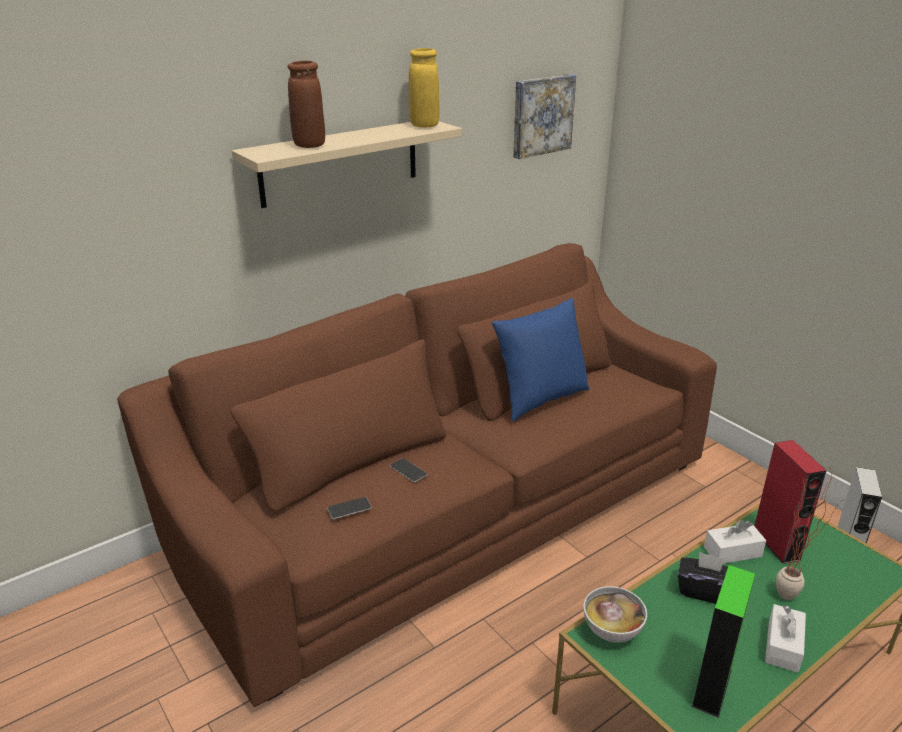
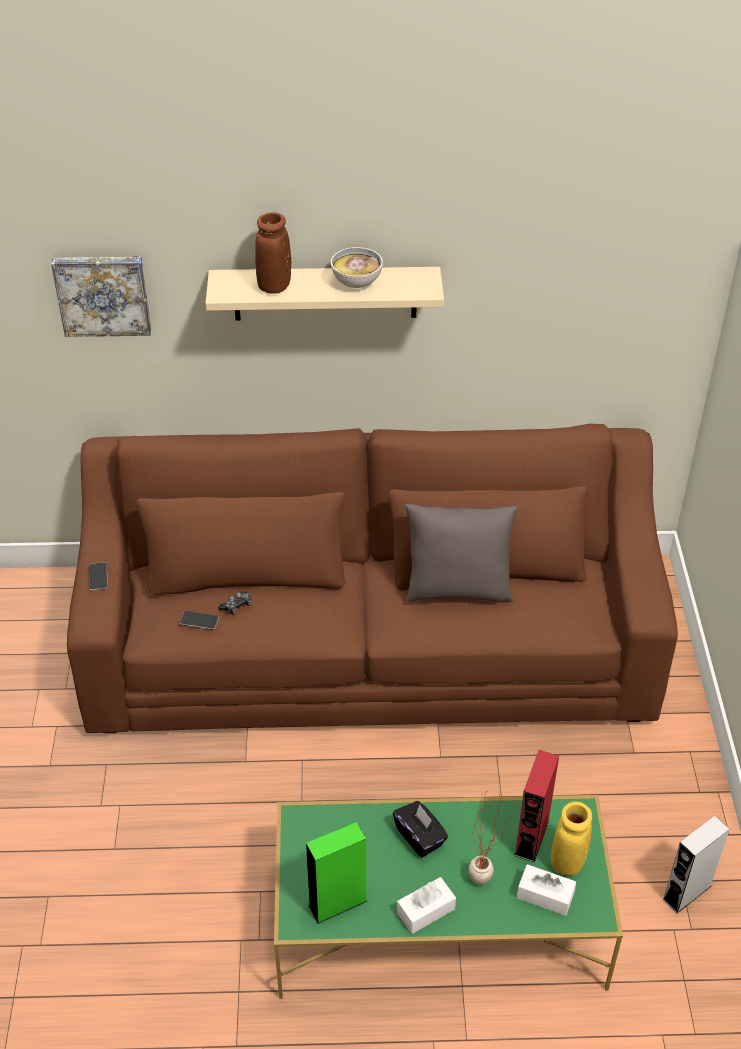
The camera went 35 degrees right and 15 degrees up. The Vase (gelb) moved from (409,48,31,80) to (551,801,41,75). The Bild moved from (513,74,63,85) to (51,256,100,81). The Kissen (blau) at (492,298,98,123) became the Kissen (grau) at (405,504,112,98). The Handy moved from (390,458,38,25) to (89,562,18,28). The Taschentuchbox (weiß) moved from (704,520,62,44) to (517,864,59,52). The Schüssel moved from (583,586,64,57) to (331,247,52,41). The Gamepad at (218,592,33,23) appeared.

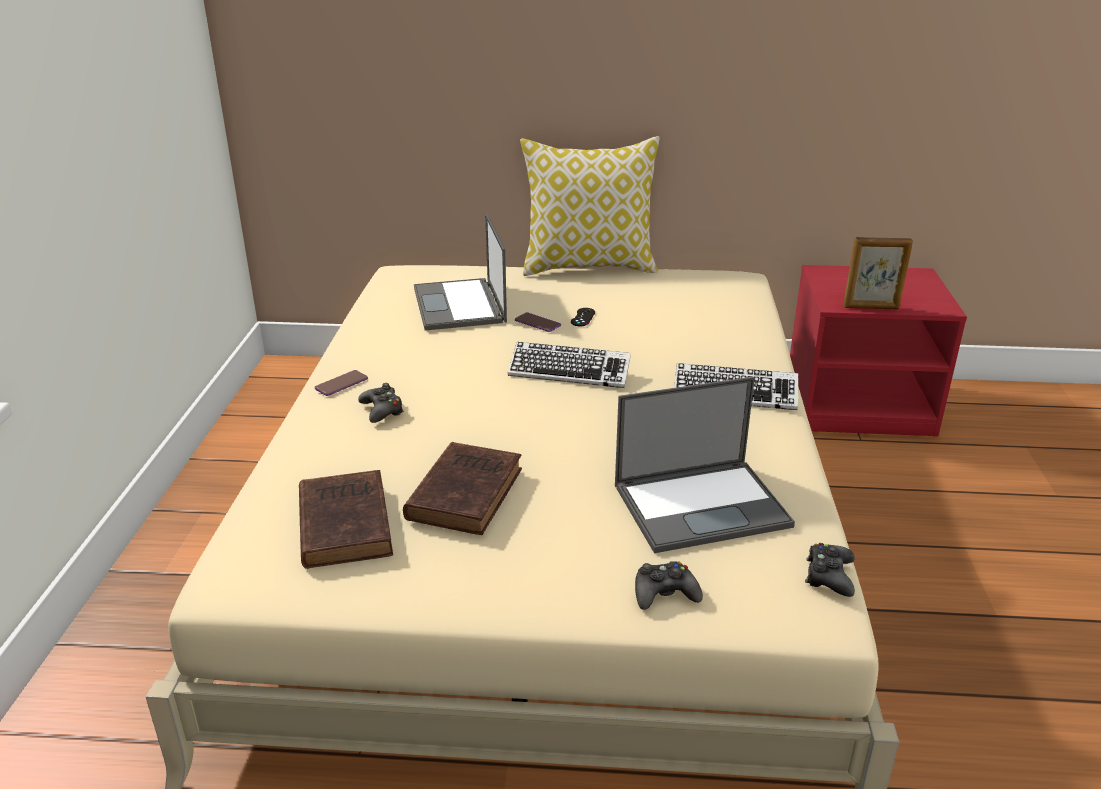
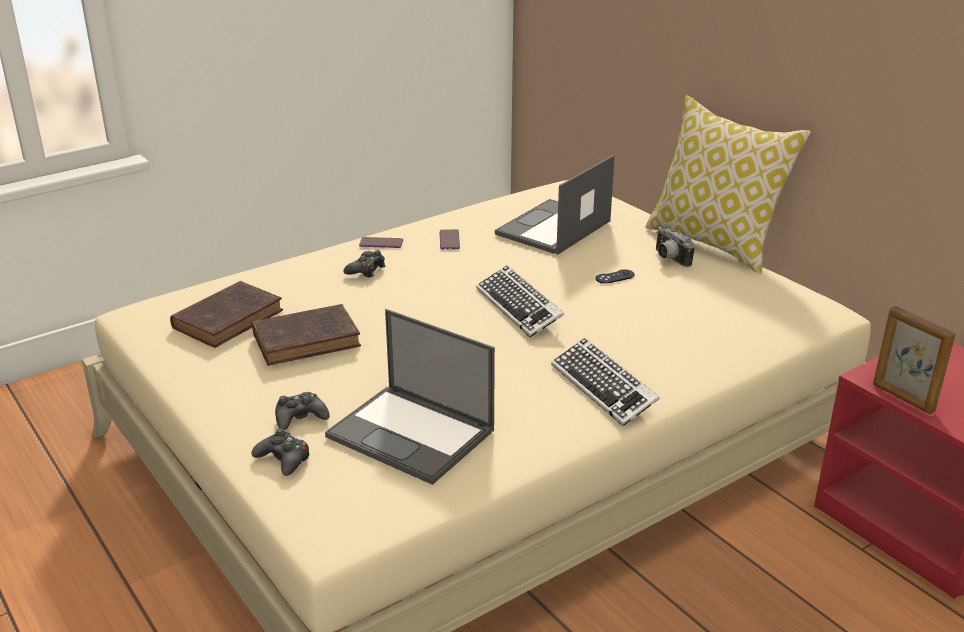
The camera went 50 degrees right and 0 degrees up. The Handy moved from (515,312,46,20) to (440,229,20,20). The Gamepad (schwarz) moved from (805,543,50,54) to (275,392,55,38). The Kamera at (656,223,39,44) appeared.

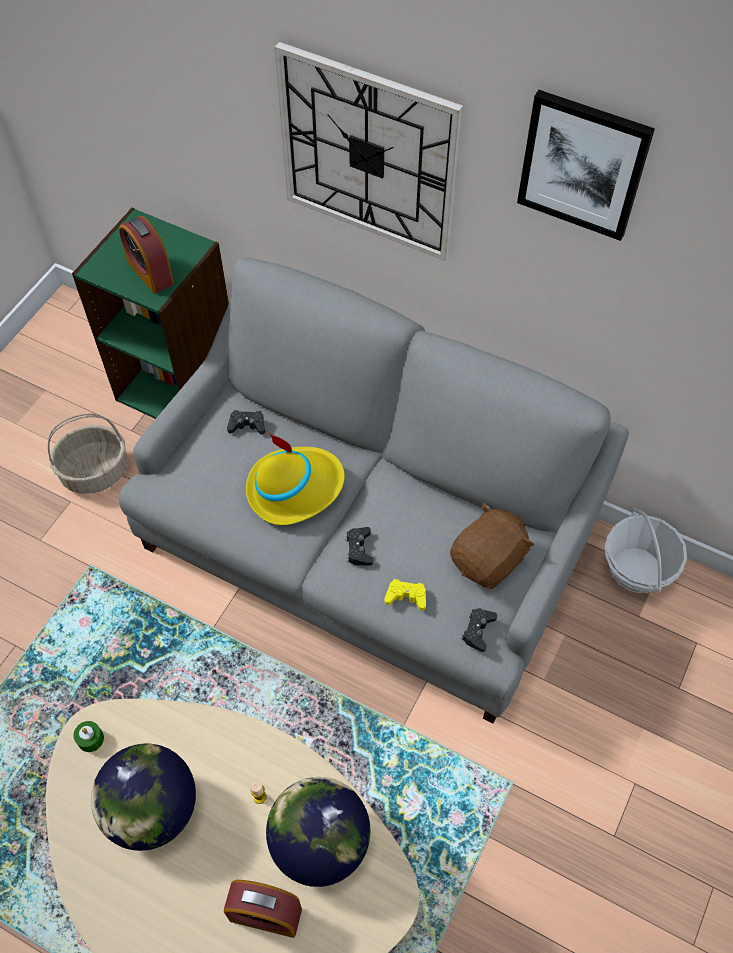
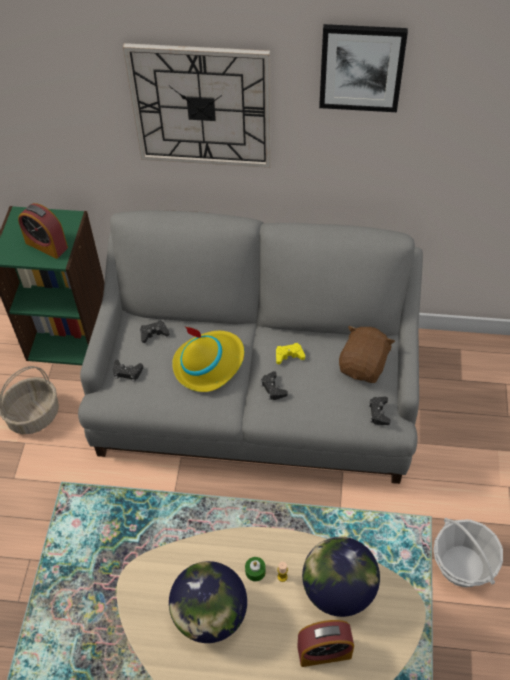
The camera went 20 degrees left and 5 degrees down. The Korb moved from (605,508,82,85) to (433,518,70,69). The Gamepad (gelb) moved from (384,579,42,32) to (276,343,29,21). The Kerze (grün) moved from (73,721,31,31) to (245,557,21,25). The Gamepad (schwarz) at (113,360,30,22) appeared.

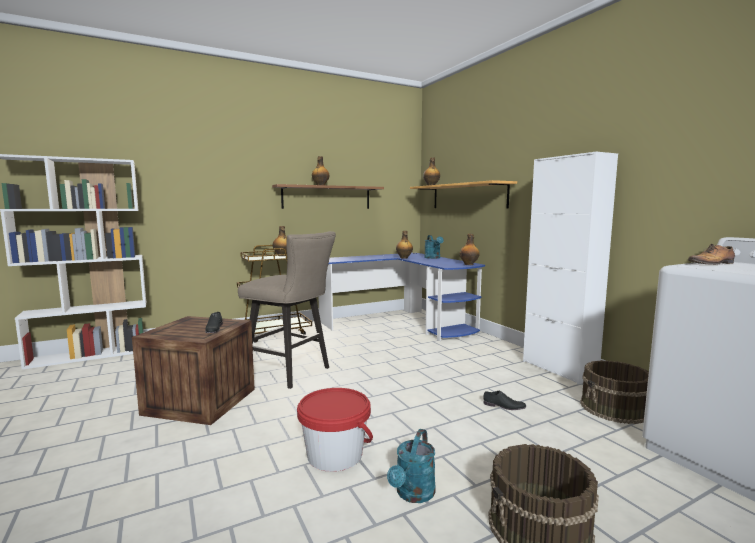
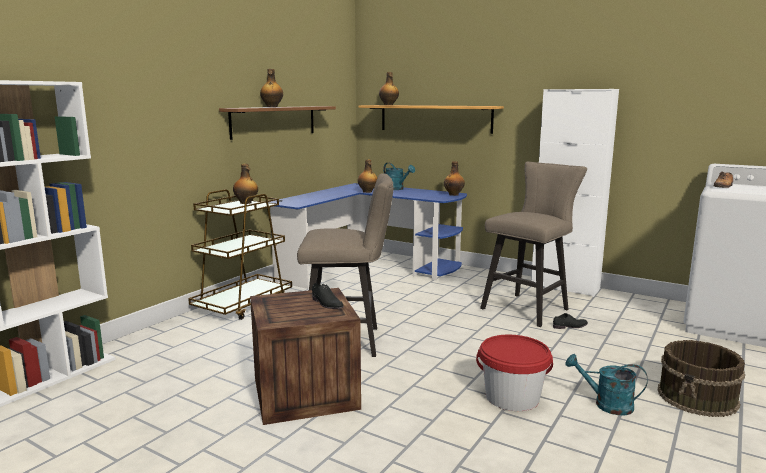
The camera went 30 degrees left and 5 degrees up. The Eimer (braun) at (580,360,69,64) disappeared. The Gießkanne (türkis) at (387,429,49,74) turned 120 degrees clockwise. The Hocker (beige) at (480,162,107,165) appeared.

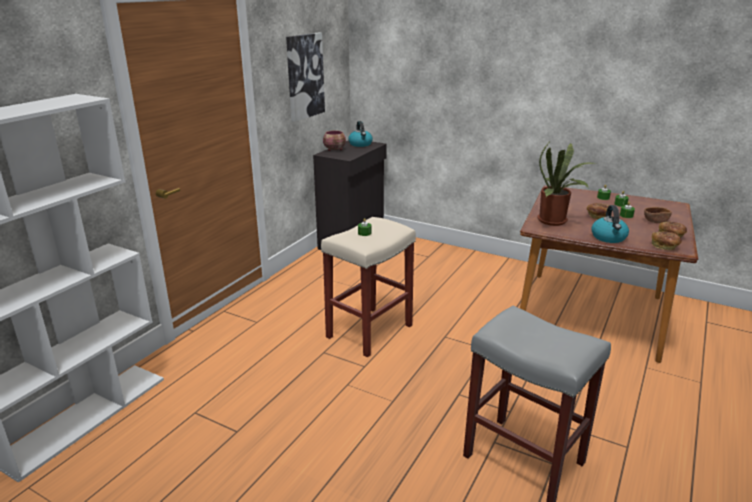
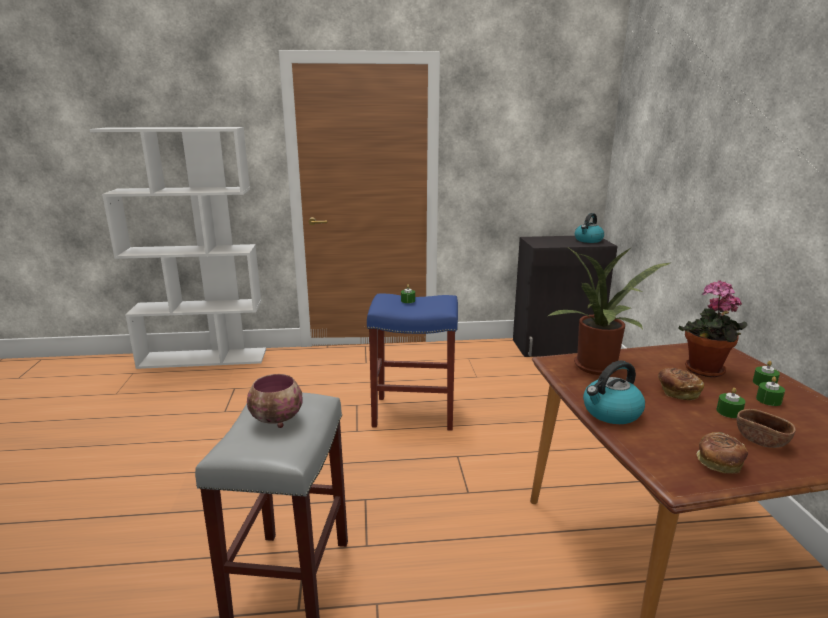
The camera went 55 degrees right and 5 degrees down. The Bild at (286,33,39,89) disappeared. The Schüssel moved from (323,130,23,21) to (247,374,56,54). The Hocker (beige) at (321,217,95,140) became the Hocker (blau) at (367,294,91,137). The Brot at (652,231,30,19) disappeared. The Topfpflanze at (678,280,70,98) appeared.

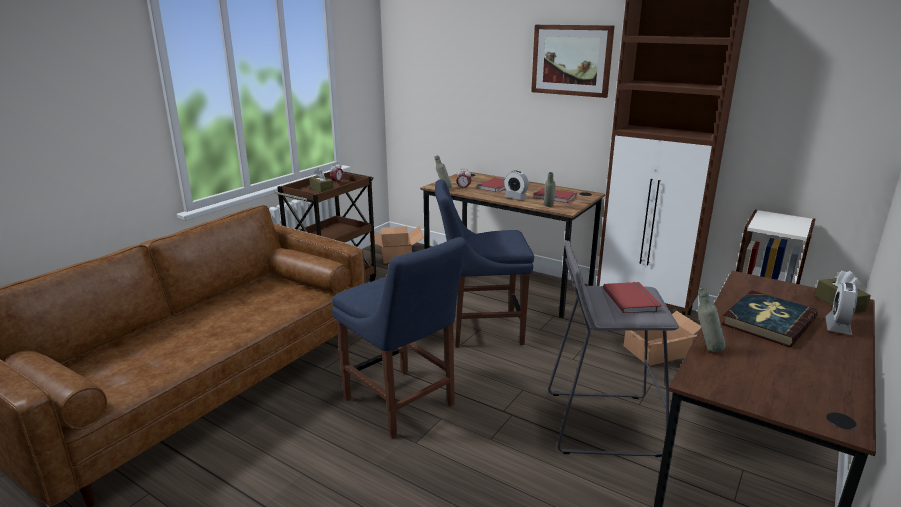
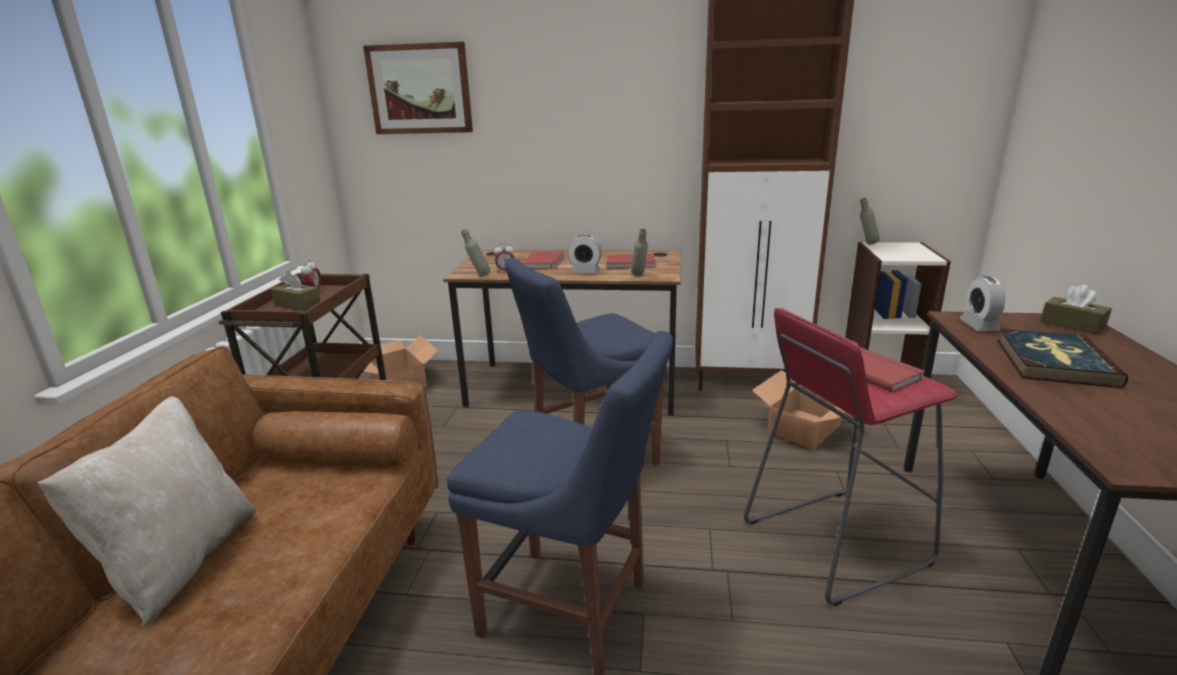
The camera went 25 degrees left and 0 degrees up. The Bild moved from (531,25,83,73) to (363,42,110,92). The Hocker (grau) at (548,240,131,217) became the Hocker (rot) at (744,308,214,298). The Wecker moved from (826,283,32,52) to (959,276,46,55). The Flasche (grau) moved from (698,288,27,64) to (860,198,20,47). The Kissen (beige) at (37,396,219,231) appeared.

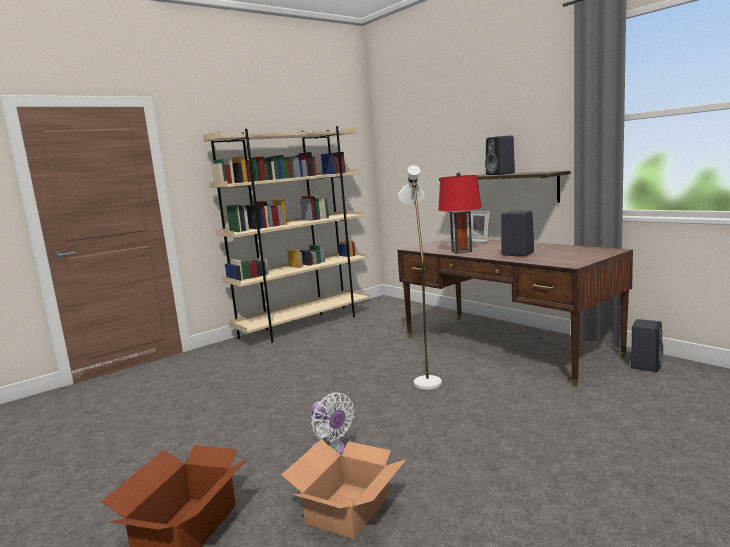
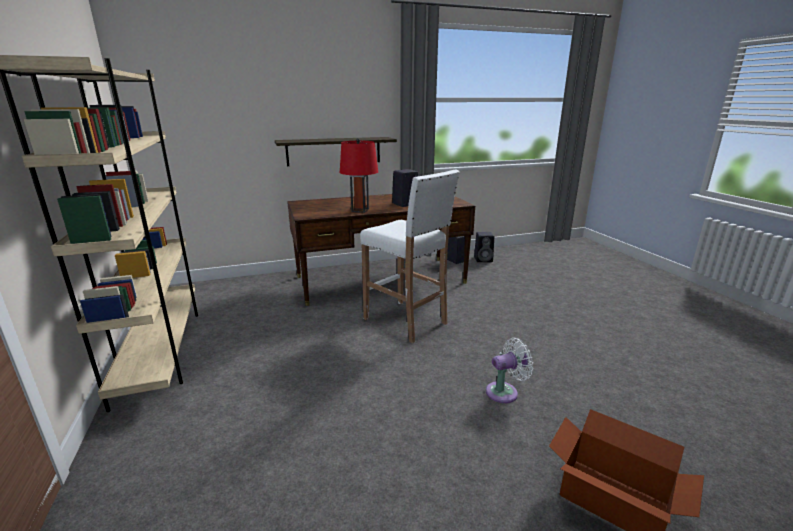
The camera went 70 degrees left and 10 degrees up. The Lautsprecher (schwarz) moved from (485,135,30,40) to (474,232,20,30). The Stehlampe (weiß) at (398,165,44,225) was replaced by the Hocker (weiß) at (360,169,100,174). The Bilderrahmen at (467,211,23,32) disappeared. The Karton at (281,439,125,100) disappeared.

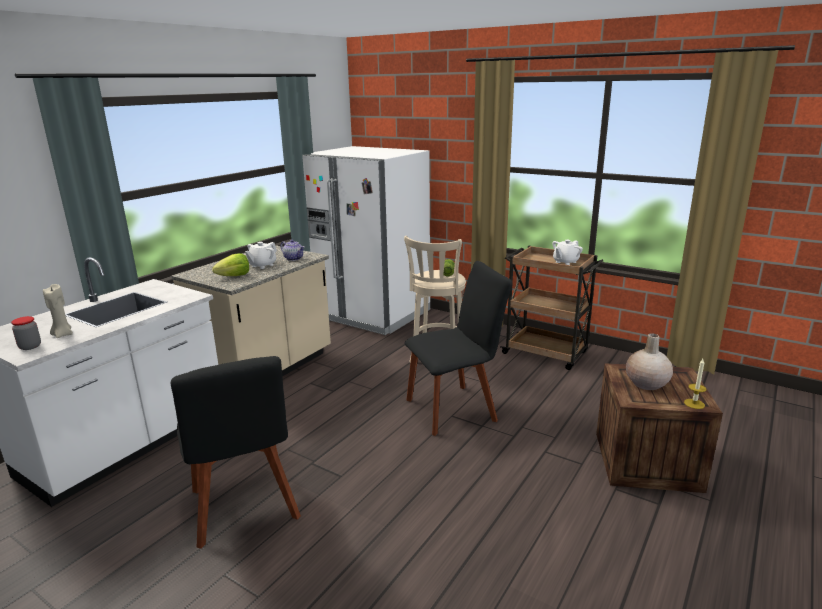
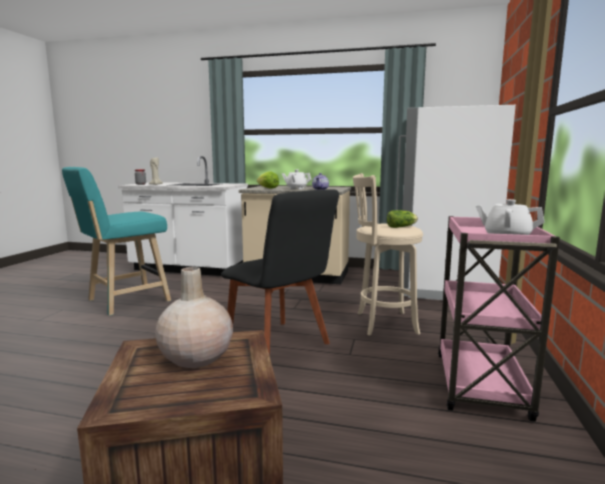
The camera went 70 degrees right and 10 degrees down. The Rollwagen (braun) at (500,246,103,124) became the Rollwagen (rosa) at (438,216,122,206). The Stuhl (schwarz) at (170,356,131,193) was replaced by the Hocker (türkis) at (62,167,109,149). The Kerze at (684,359,22,50) disappeared.

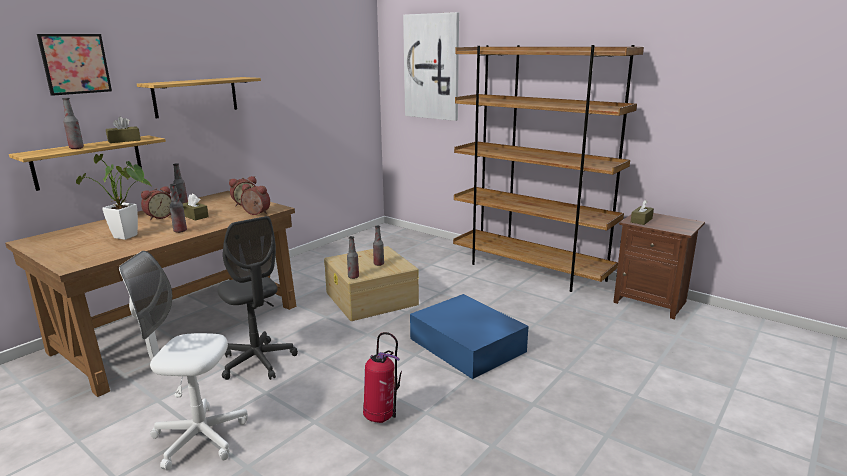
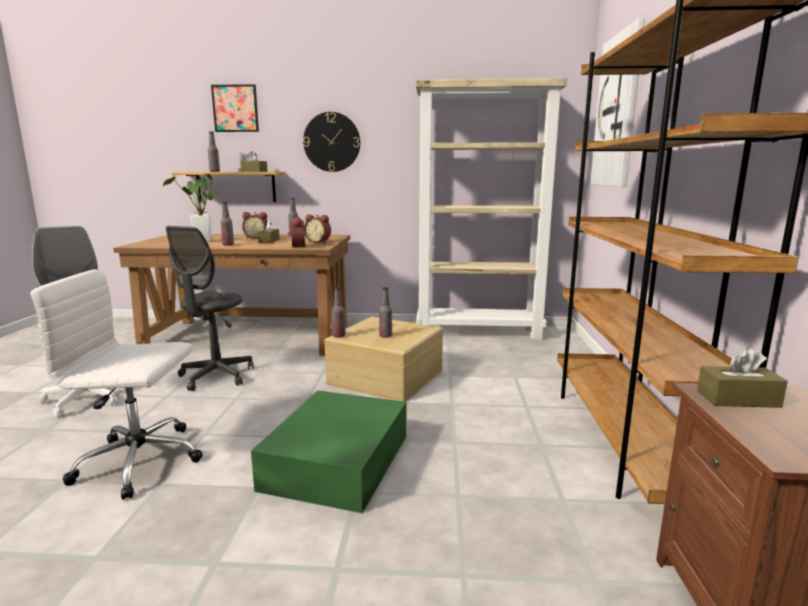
The camera went 55 degrees right and 5 degrees down. The Wandregal at (137,77,124,41) was replaced by the Wanduhr at (303,112,57,60). The Aufbewahrungsbox (blau) at (410,294,118,85) became the Aufbewahrungsbox (grün) at (251,390,155,123). The Feuerlöscher at (363,332,39,91) was replaced by the Bürostuhl (weiß) at (31,269,172,231). The Bücherregal (beige) at (416,78,151,262) appeared.

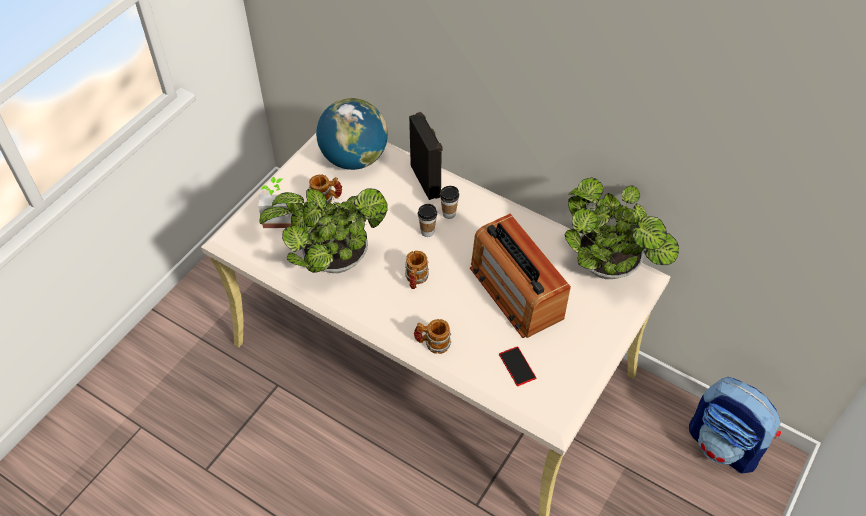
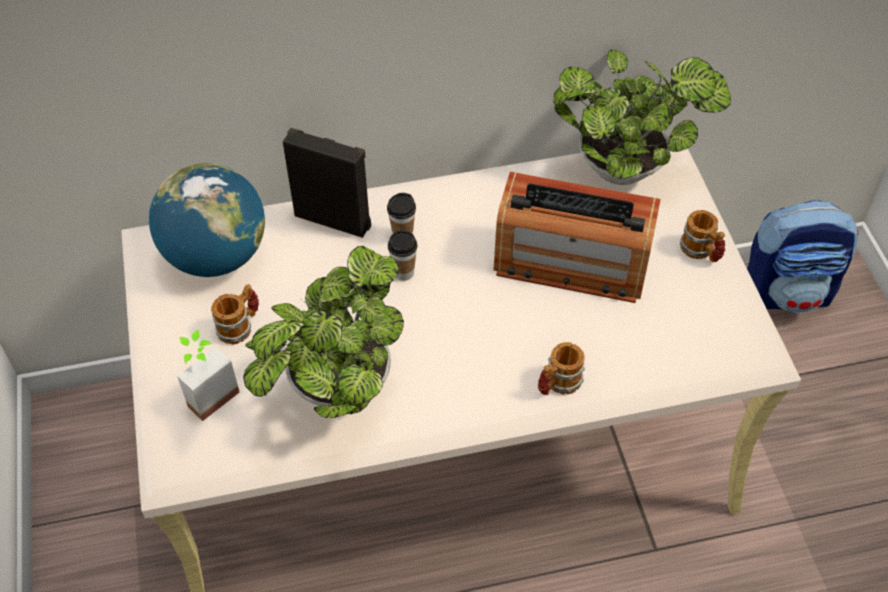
The camera went 45 degrees left and 0 degrees up. The Henkelbecher moved from (405,251,24,38) to (680,210,45,53). The Handy at (499,346,37,40) disappeared.

